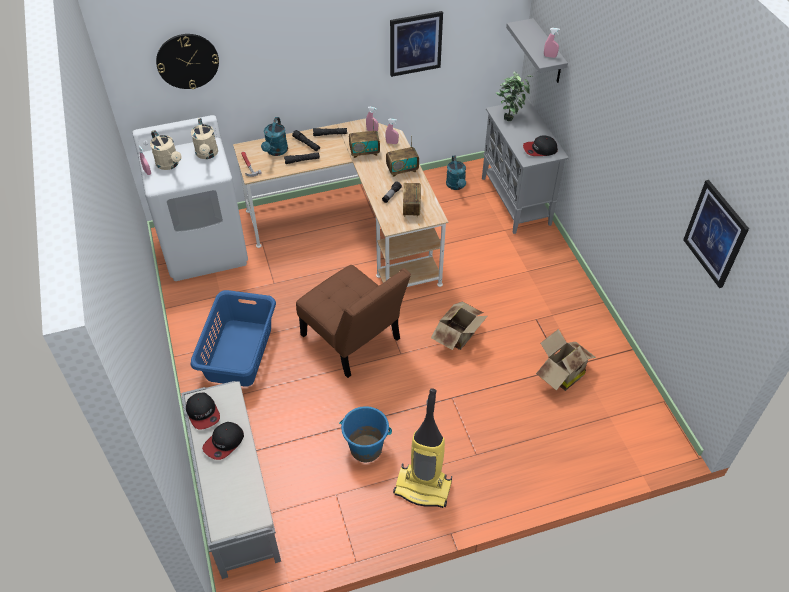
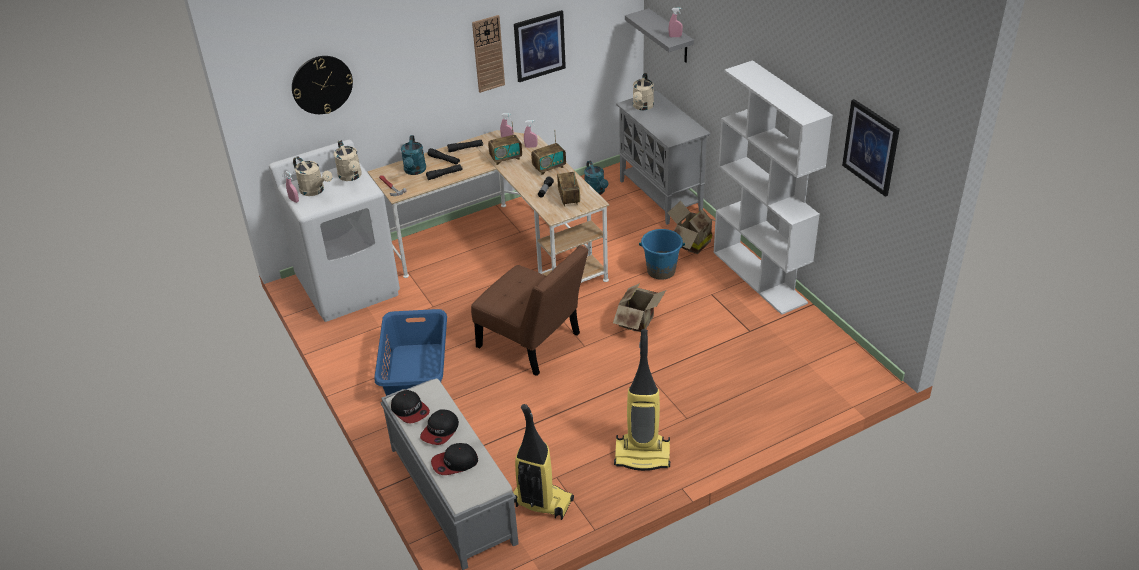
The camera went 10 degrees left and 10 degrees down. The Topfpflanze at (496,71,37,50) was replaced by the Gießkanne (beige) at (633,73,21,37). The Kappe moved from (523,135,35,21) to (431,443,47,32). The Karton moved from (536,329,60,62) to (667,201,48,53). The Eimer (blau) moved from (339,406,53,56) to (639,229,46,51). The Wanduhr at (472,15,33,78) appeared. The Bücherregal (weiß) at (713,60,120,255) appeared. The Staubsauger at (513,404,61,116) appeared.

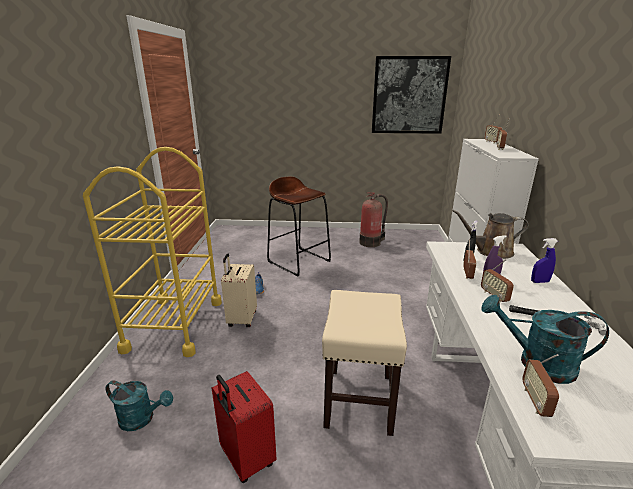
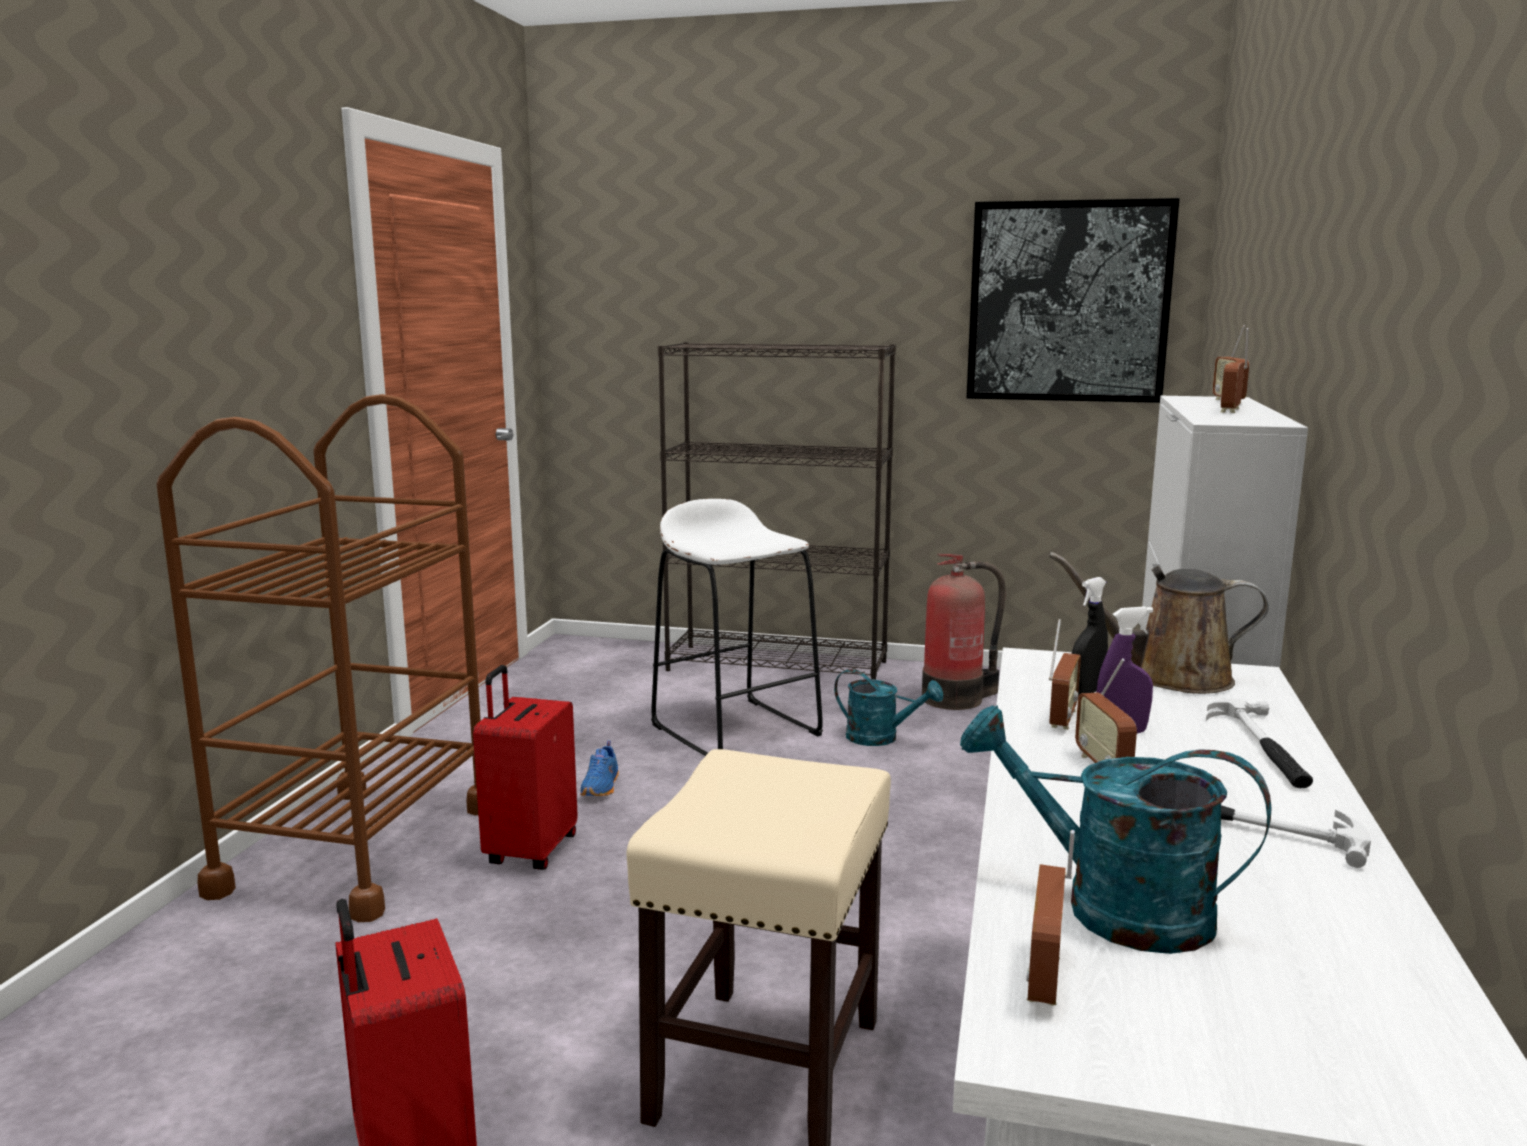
The camera went 10 degrees right and 10 degrees down. The Rollwagen (gelb) at (83,147,139,210) became the Rollwagen (braun) at (156,394,325,528). The Hocker (braun) at (267,177,64,100) became the Hocker (weiß) at (651,499,172,257). The Sprühflasche (blau) at (531,238,27,45) was replaced by the Hammer at (1206,699,107,89). The Koffer (beige) at (221,254,36,73) became the Koffer (rot) at (473,665,105,205). The Gießkanne (türkis) moved from (105,380,68,51) to (834,669,109,77). The Bücherregal (schwarz) at (658,342,238,338) appeared.

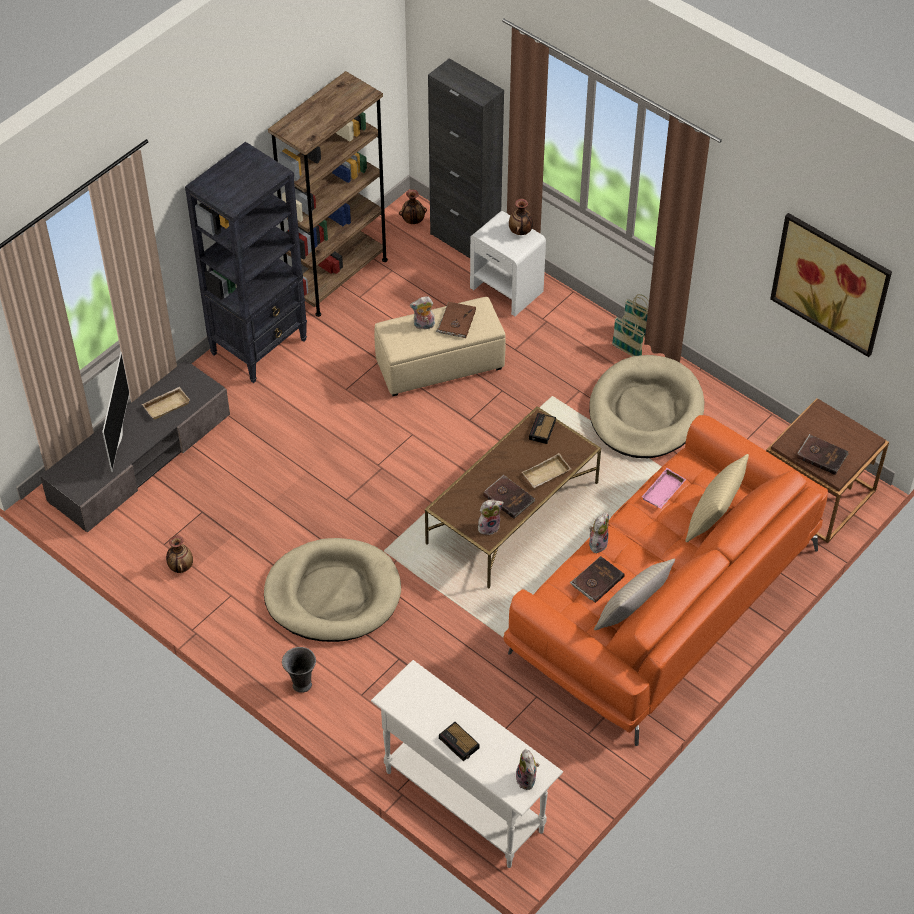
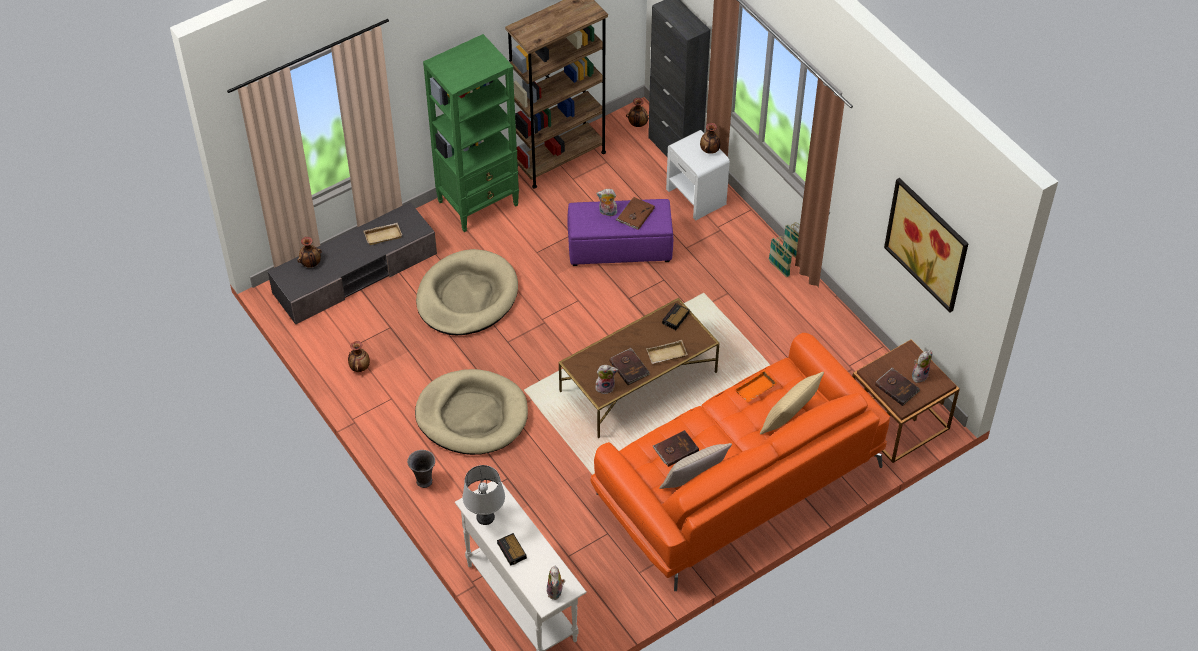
The camera went 15 degrees right and 0 degrees up. The Bücherregal (schwarz) at (185,142,122,241) became the Bücherregal (grün) at (423,34,96,198). The Polsterhocker (beige) at (374,297,132,99) became the Polsterhocker (lila) at (567,199,106,67). The Fernseher at (102,352,28,120) disappeared. The Hundebett (beige) moved from (589,355,115,103) to (416,249,102,86). The Tablett (rosa) at (641,468,45,41) became the Tablett (orange) at (735,370,42,32). The Plüschtier moved from (589,512,20,41) to (912,350,20,33). The Vase at (297,237,25,31) appeared. The Tischlampe (grau) at (463,465,42,60) appeared.

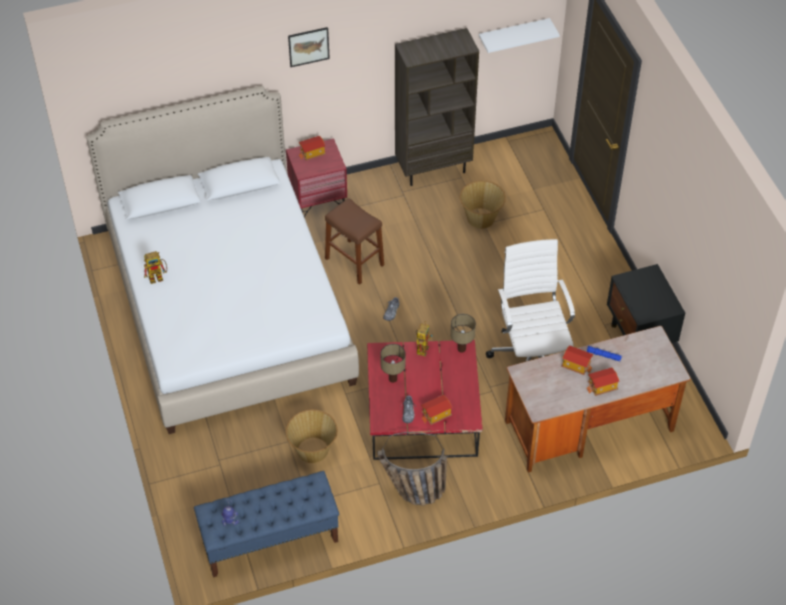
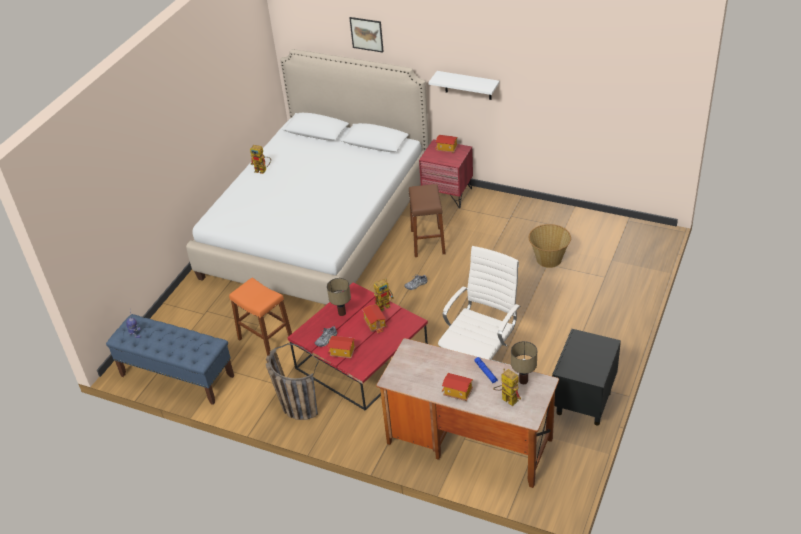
The camera went 45 degrees right and 10 degrees down. The Wandregal (weiß) moved from (479,18,81,35) to (428,71,72,29). The Bild moved from (288,27,42,40) to (350,17,34,36). The Bücherregal (braun) at (395,28,84,158) disappeared. The Tischlampe moved from (450,314,26,38) to (511,341,26,43). The Spielzeughaus moved from (561,345,32,30) to (363,305,23,29). The Korb at (286,409,52,54) was replaced by the Hocker (orange) at (229,278,63,78). The Spielzeugroboter at (493,368,28,38) appeared.

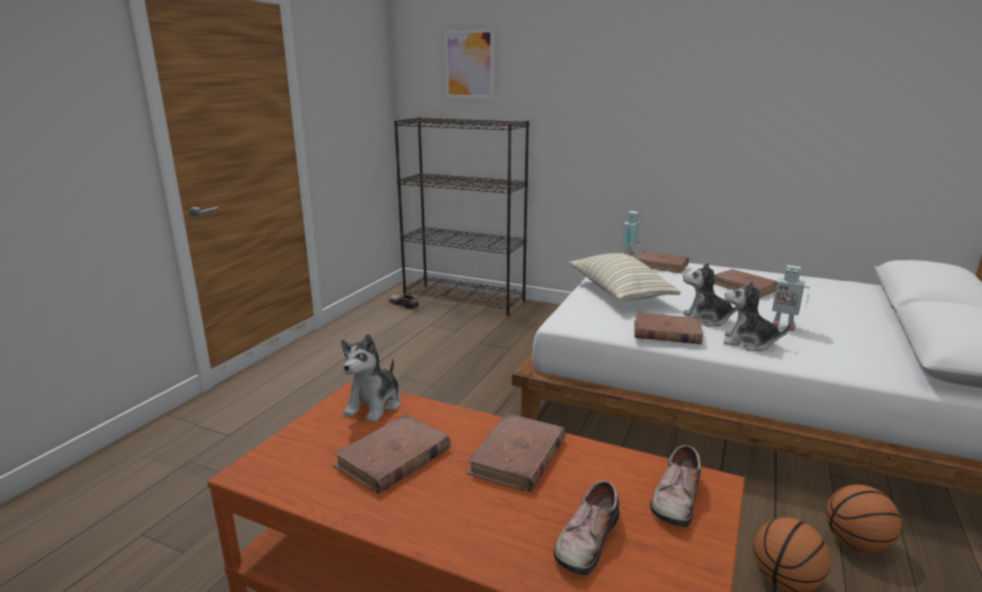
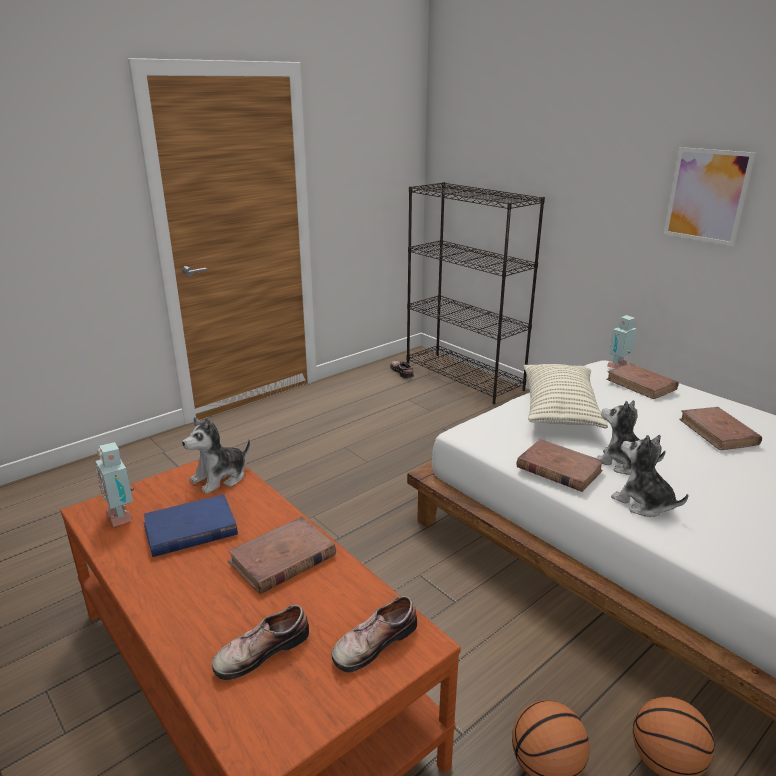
The camera went 25 degrees right and 5 degrees up. The Bild moved from (445,29,49,69) to (664,147,92,99). The Spielzeugroboter moved from (767,265,43,66) to (95,442,39,85). The Buch (braun) at (333,414,118,80) became the Buch (blau) at (144,494,94,63).

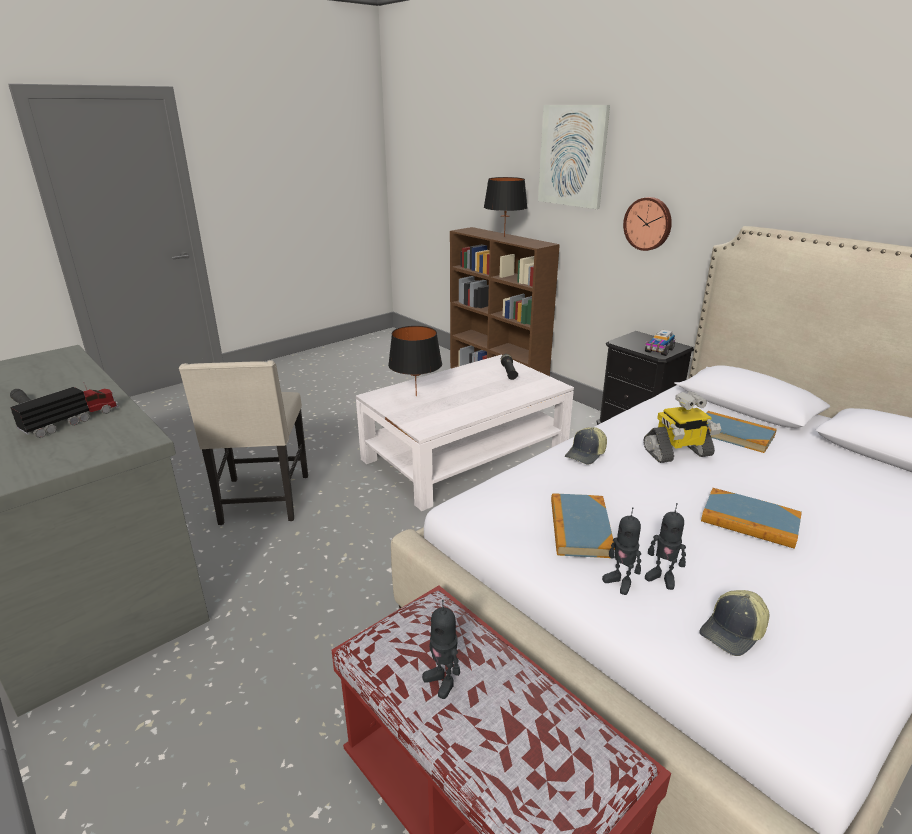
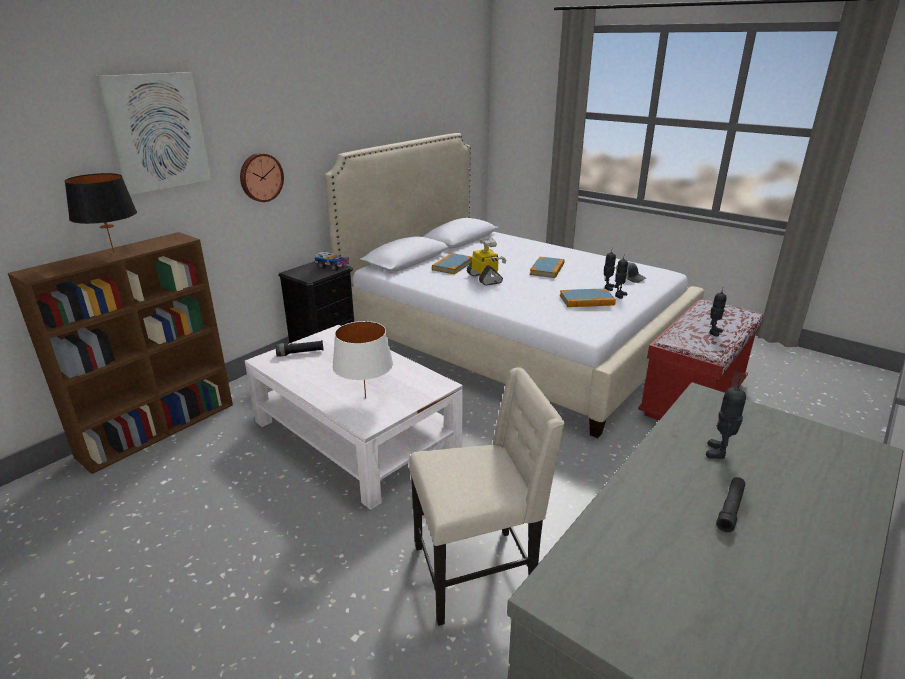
The camera went 100 degrees left and 0 degrees up. The Tischlampe (schwarz) at (388,326,54,71) became the Tischlampe (weiß) at (332,321,61,78). The Spielzeuglaster at (10,382,109,56) was replaced by the Spielzeugroboter at (706,378,40,81). The Kappe at (565,427,42,37) disappeared.

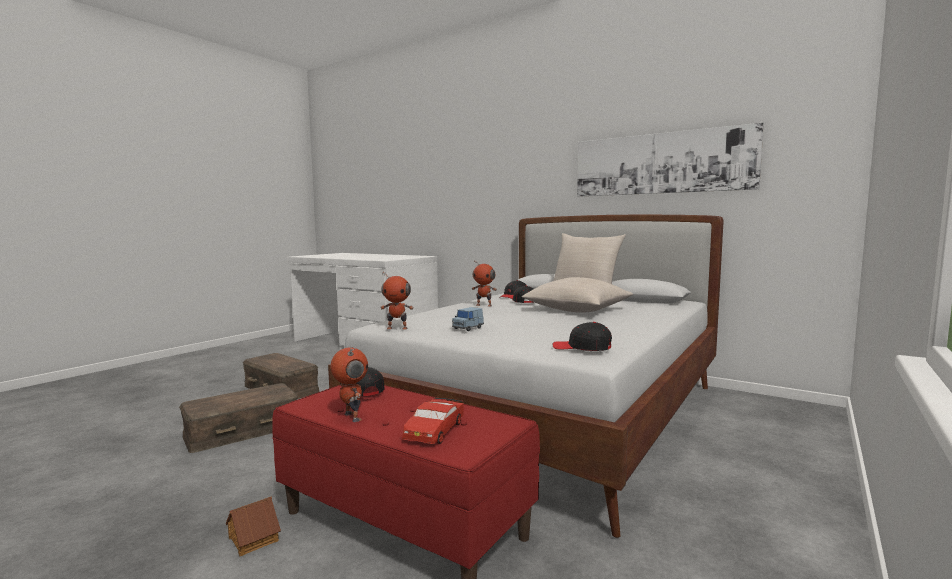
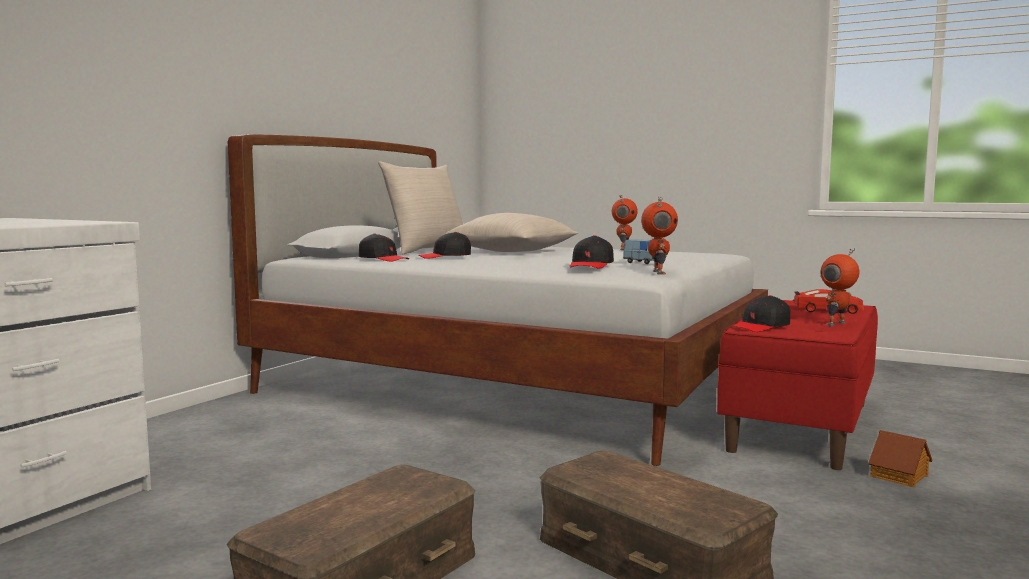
The camera went 95 degrees left and 0 degrees up. The Bild at (577,123,187,74) disappeared. The Spielzeugroboter moved from (472,261,25,46) to (612,194,26,56). The Kappe (schwarz) moved from (552,322,60,29) to (569,235,45,34).

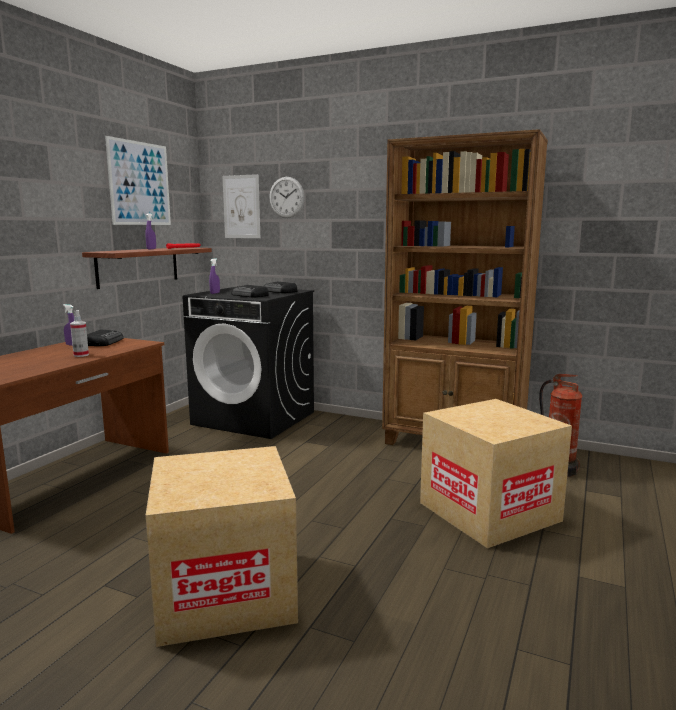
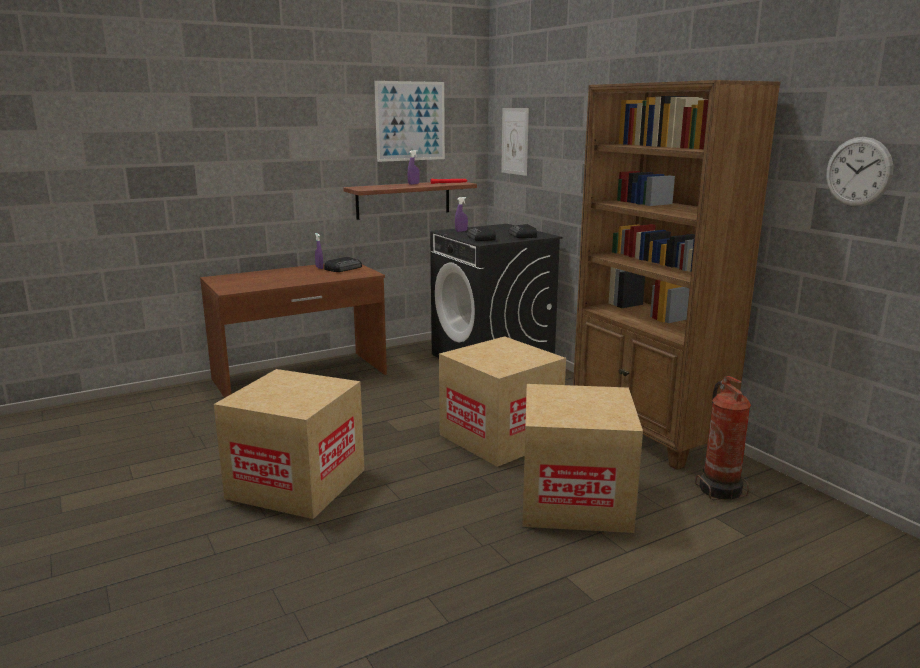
The camera went 35 degrees right and 5 degrees up. The Wanduhr moved from (269,177,36,41) to (826,137,67,70). The Sprühflasche at (70,310,19,47) disappeared. The Karton at (439,336,127,131) appeared.

